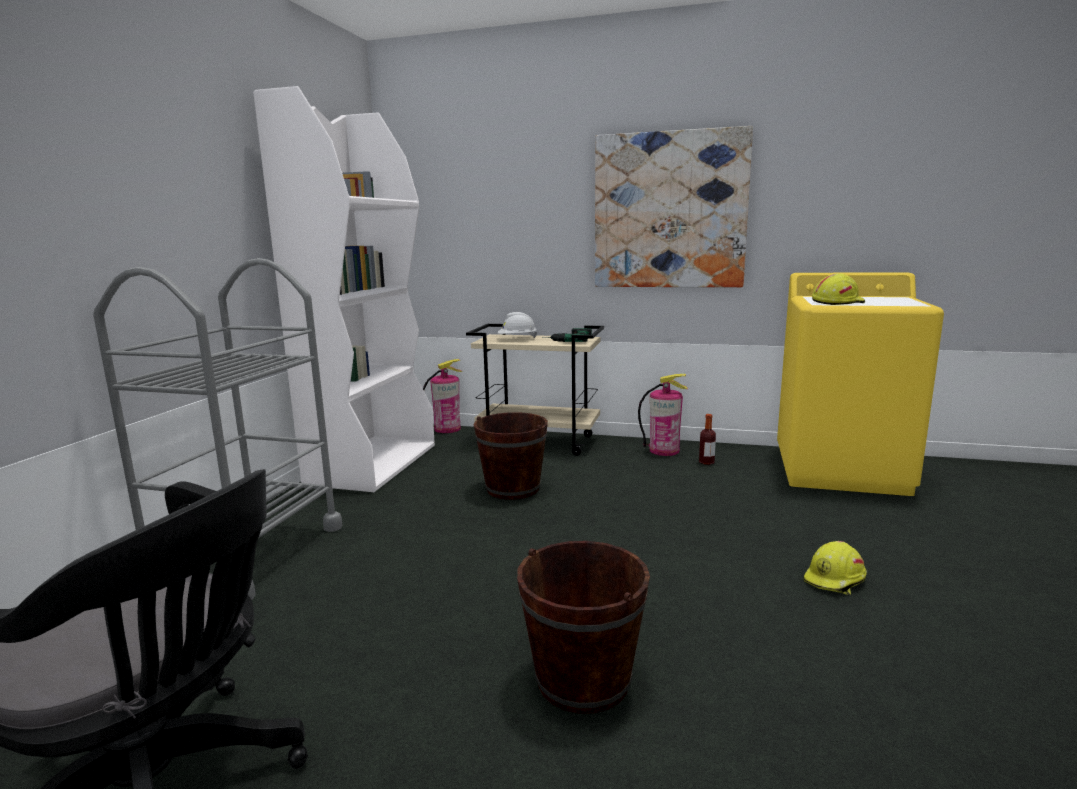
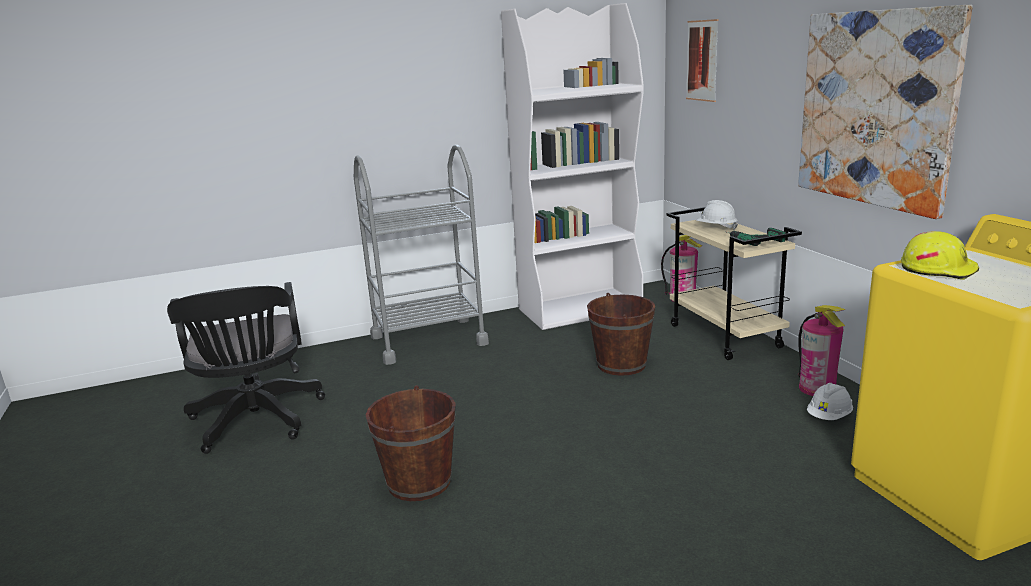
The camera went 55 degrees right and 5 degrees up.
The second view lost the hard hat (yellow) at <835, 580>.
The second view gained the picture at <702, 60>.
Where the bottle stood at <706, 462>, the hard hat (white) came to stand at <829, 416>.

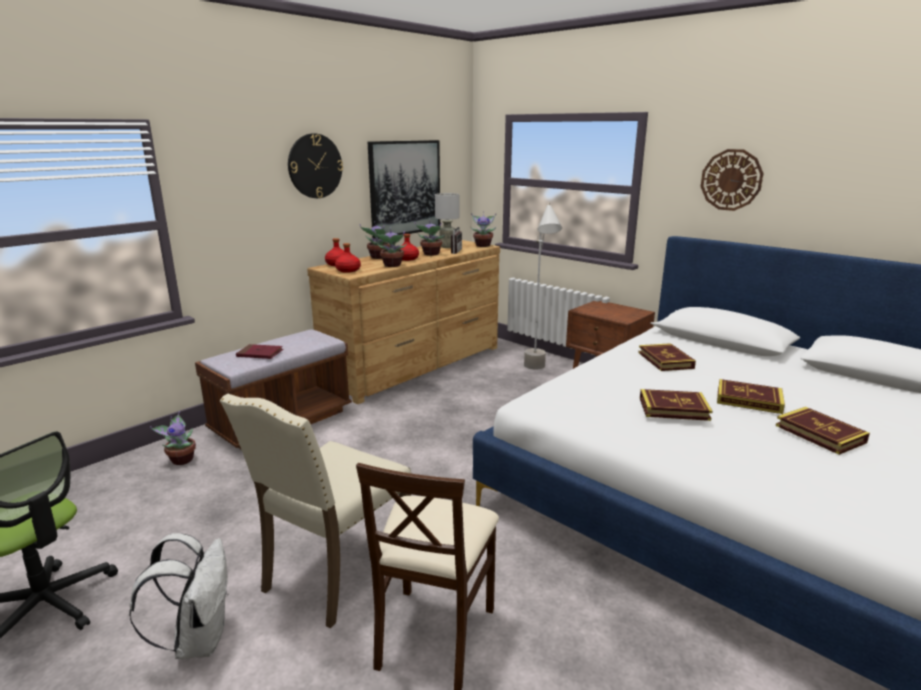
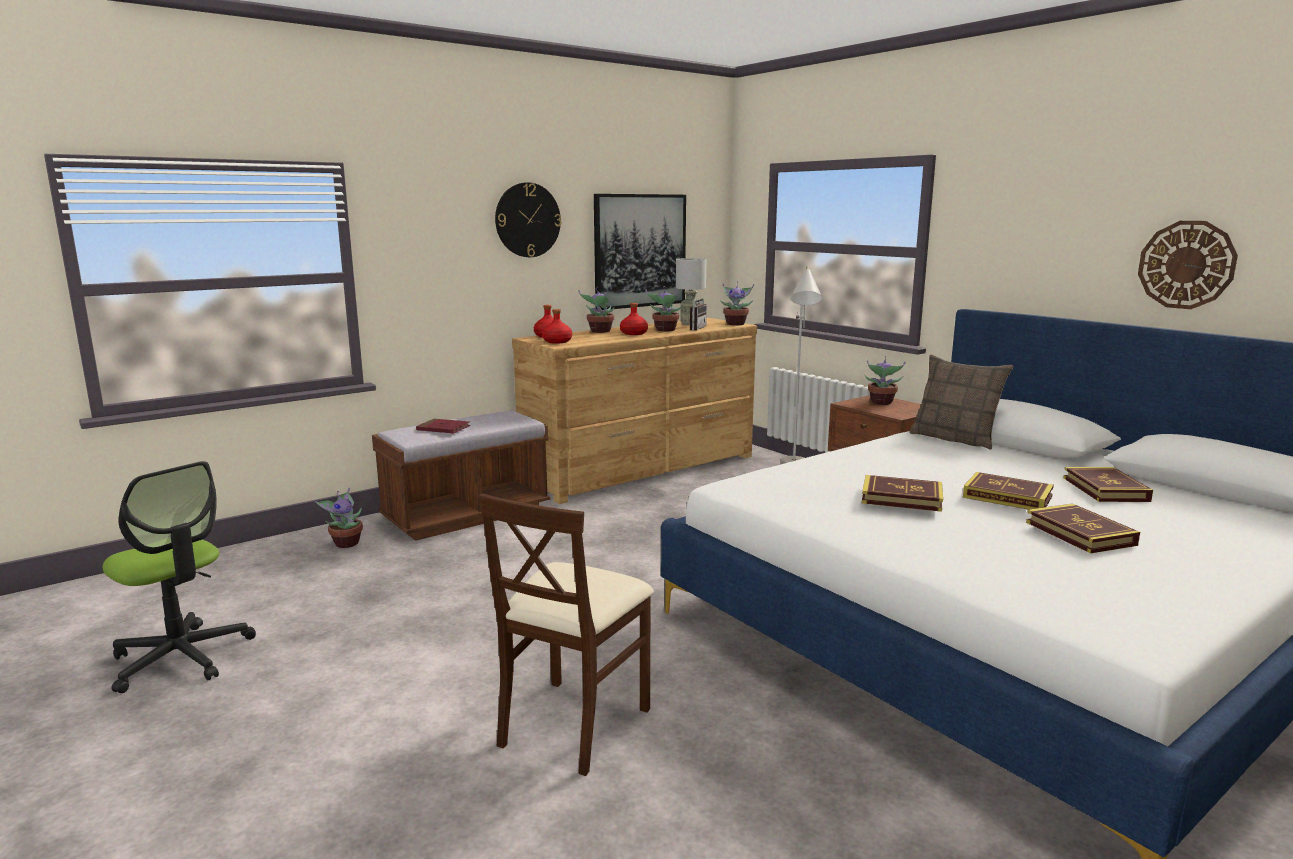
The camera went 10 degrees right and 5 degrees down.
The second view lost the backpack (white) at <199, 639>.
The second view lost the chair (beige) at <334, 573>.
The second view gained the pillow at <955, 439>.
The potted plant ended up elsewhere, having gone from <392, 265> to <881, 403>.
The book ended up elsewhere, having gone from <665, 360> to <1105, 489>.
The wall clock ended up elsewhere, having gone from <731, 180> to <1186, 265>.

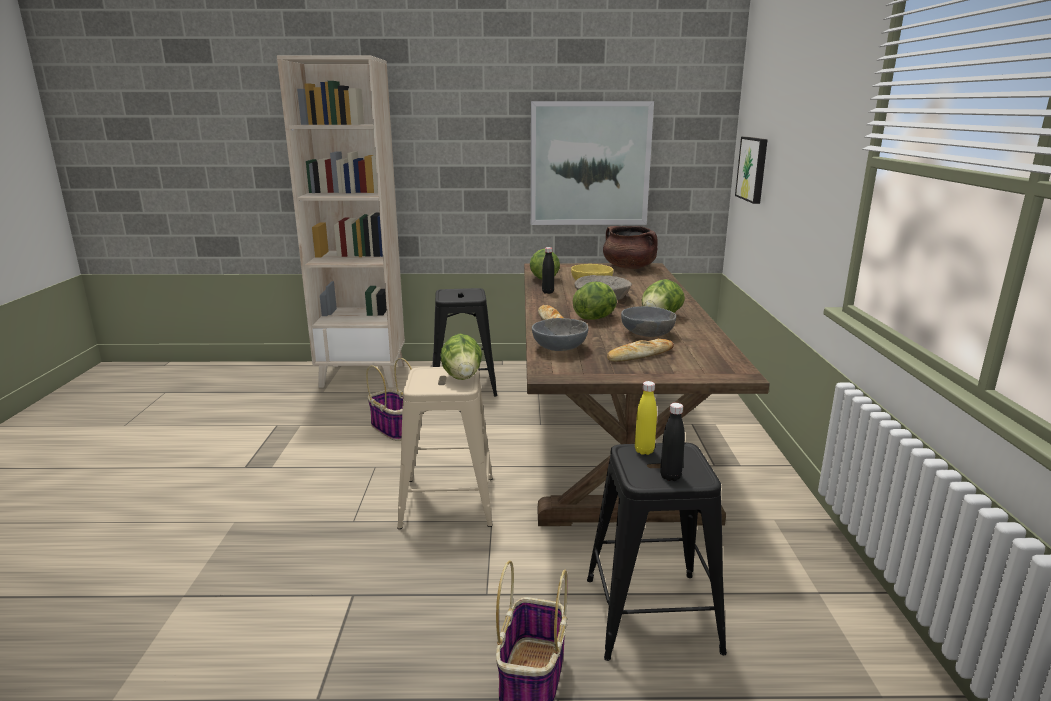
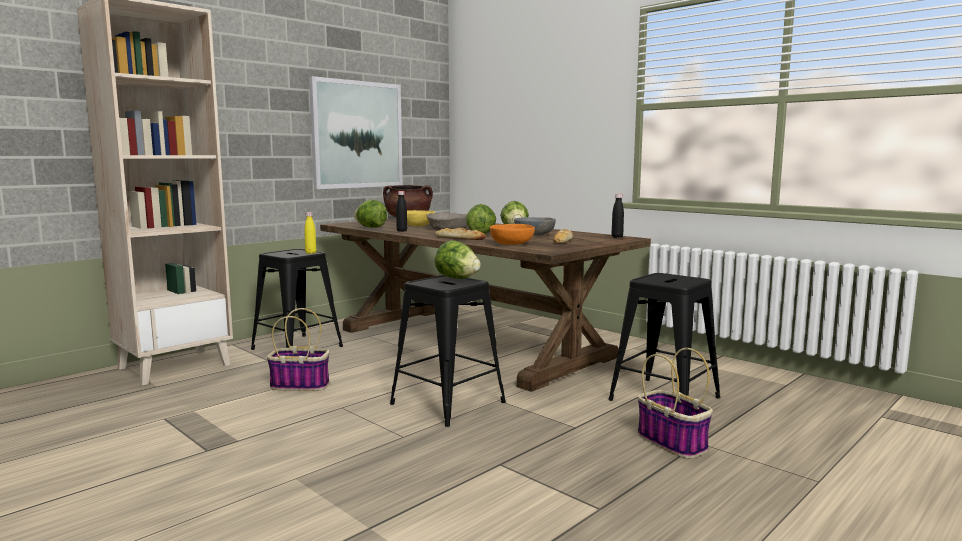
The camera went 45 degrees left and 10 degrees down.
The second view lost the picture at <753, 169>.
The bottle (yellow) ended up elsewhere, having gone from <644, 451> to <310, 253>.
The bottle (black) ended up elsewhere, having gone from <670, 477> to <617, 237>.
What was the stool (beige) at <448, 502> turned into the stool (black) at <448, 403>.
What was the bowl (grey) at <559, 348> turned into the bowl (orange) at <511, 244>.

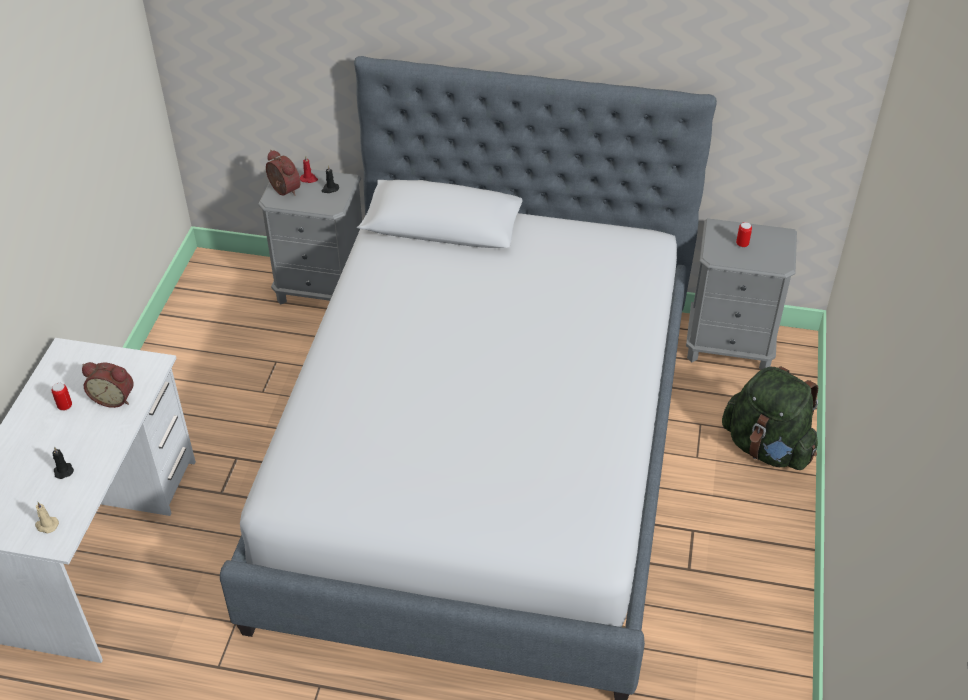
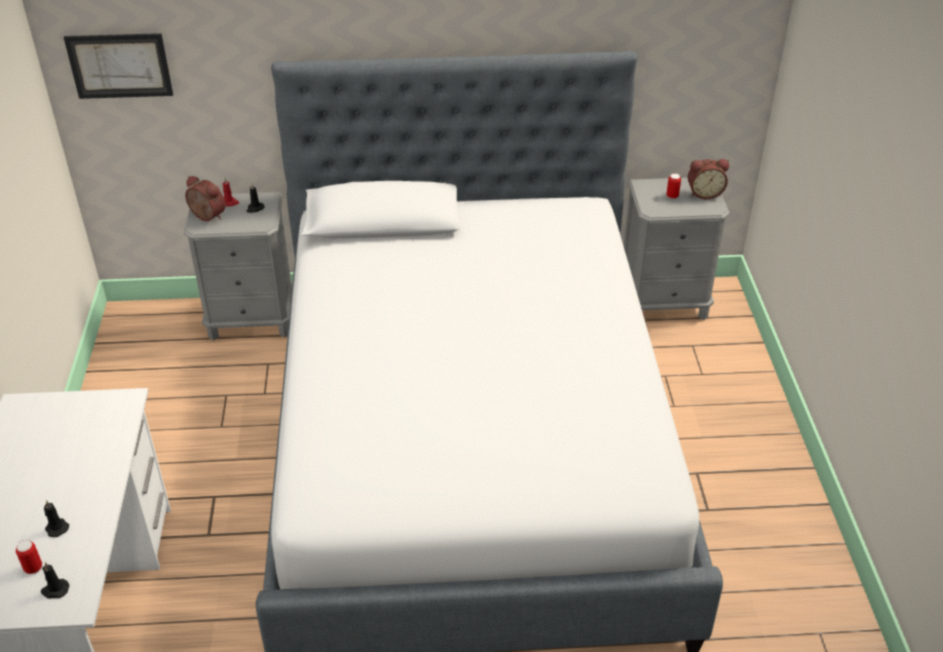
The camera went 15 degrees left and 5 degrees down.
The second view lost the backpack (green) at <767, 447>.
The second view gained the picture at <120, 65>.
The can ended up elsewhere, having gone from <65, 406> to <33, 568>.
The alarm clock ended up elsewhere, having gone from <114, 397> to <704, 193>.
What was the candle (beige) at <46, 525> turned into the candle (black) at <55, 590>.

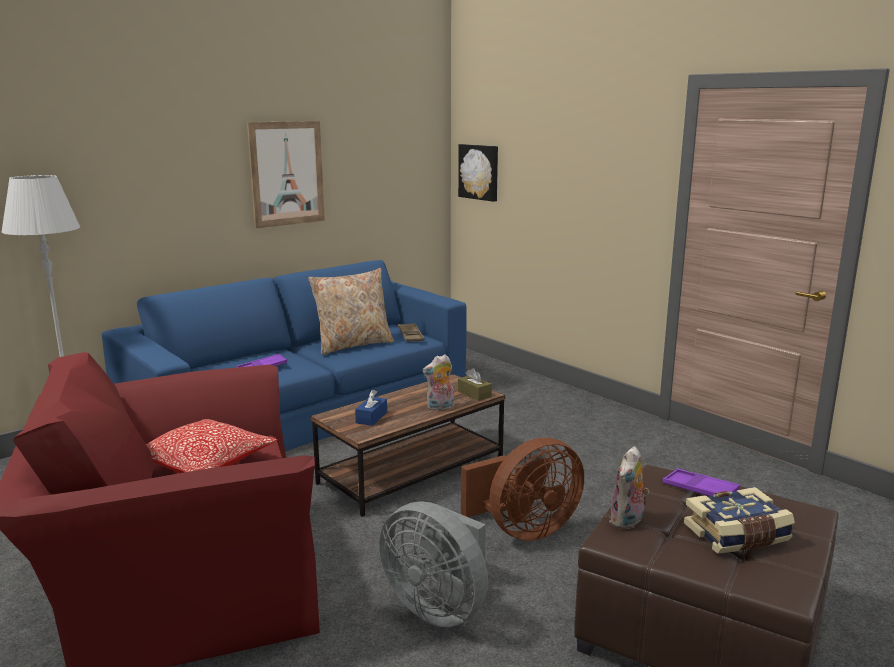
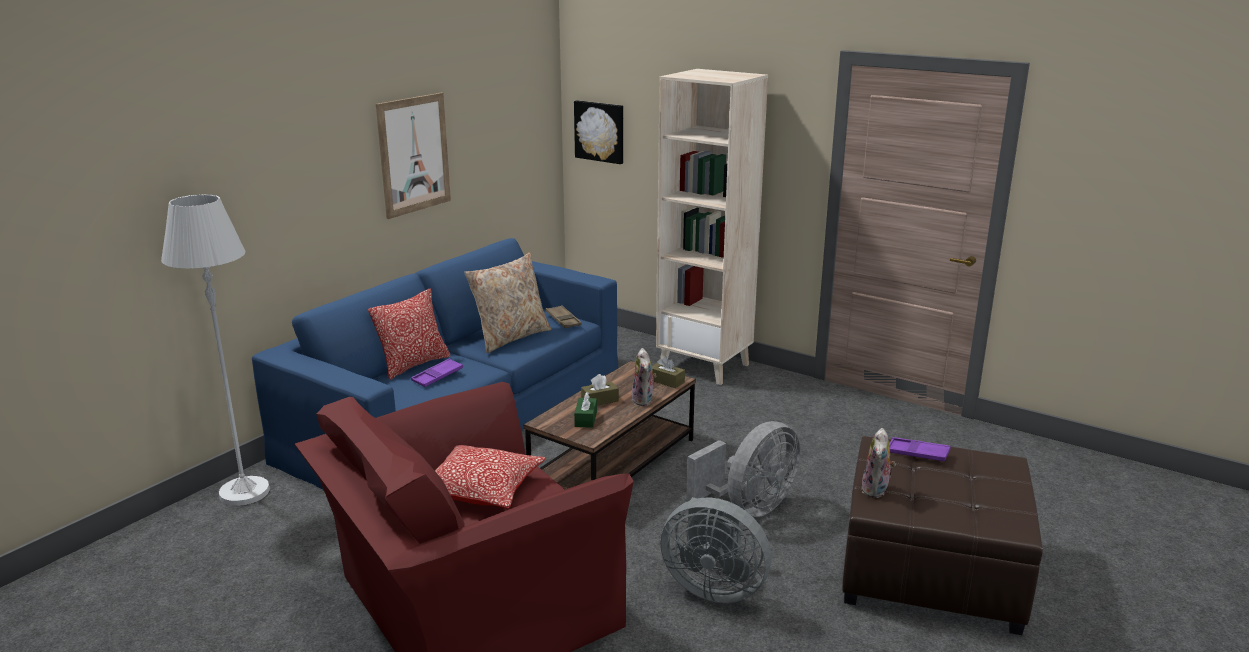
The camera went 15 degrees left and 5 degrees up.
The second view lost the book at <737, 535>.
The second view gained the pillow at <413, 365>.
The second view gained the tissue box (brown) at <599, 400>.
The second view gained the bookcase (beige) at <705, 366>.
What was the tissue box (blue) at <371, 418> turned into the tissue box (green) at <586, 419>.
What was the fan (brown) at <524, 530> turned into the fan (grey) at <749, 507>.
The plush toy at <440, 408> ended up facing another way, 60 degrees counterclockwise from before.

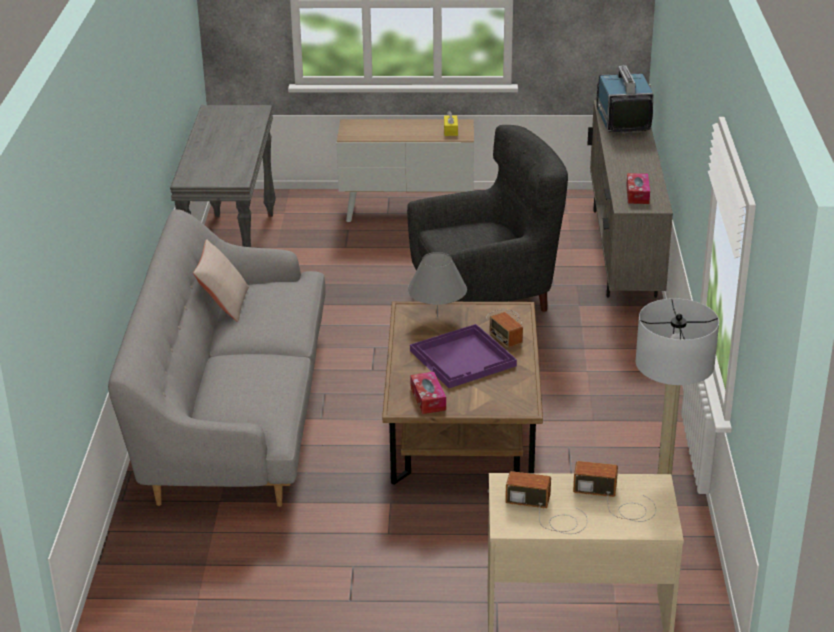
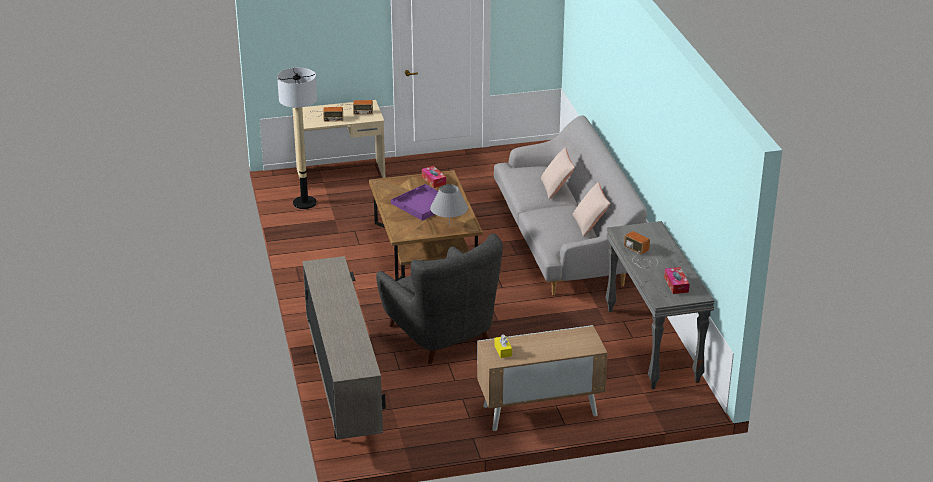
The camera went 165 degrees right and 0 degrees up.
The second view lost the television at <622, 121>.
The second view gained the pillow (beige) at <556, 188>.
The radio ended up elsewhere, having gone from <506, 327> to <640, 256>.
The tissue box ended up elsewhere, having gone from <637, 194> to <676, 284>.
The armchair (grey) at <486, 296> ended up facing another way, 90 degrees counterclockwise from before.

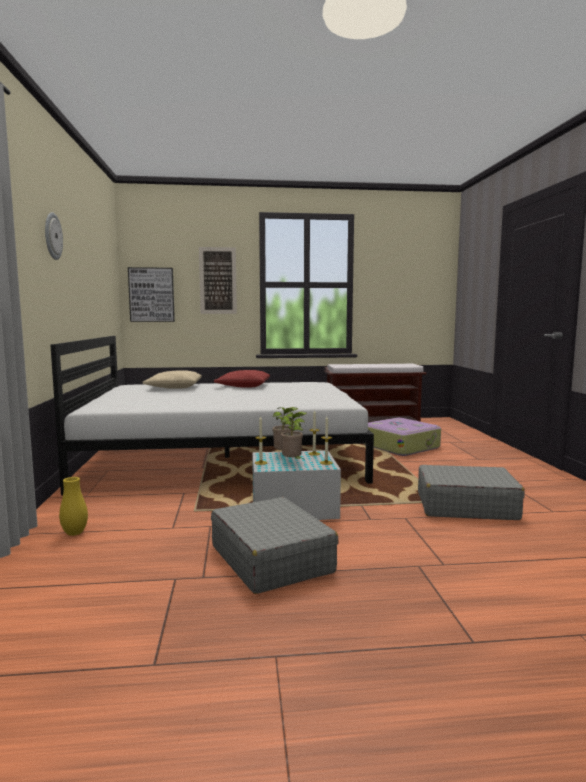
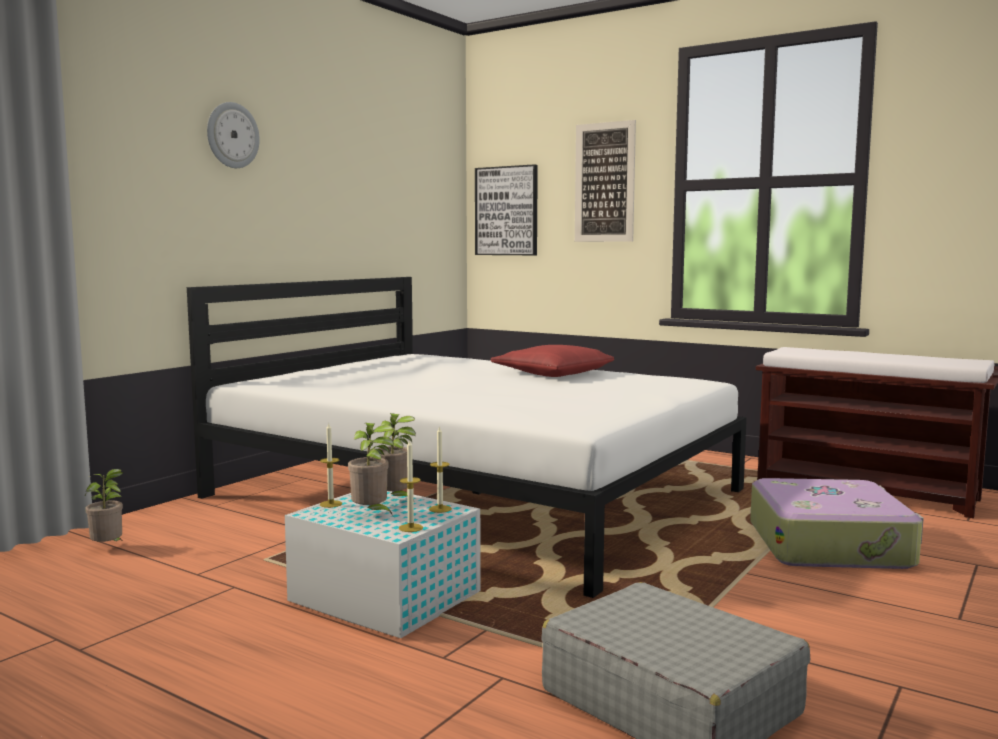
The camera went 40 degrees right and 0 degrees up.
The second view lost the pillow (beige) at <173, 387>.
The second view lost the suitcase (grey) at <271, 558>.
Where the vase (yellow) stood at <74, 533>, the potted plant came to stand at <109, 548>.

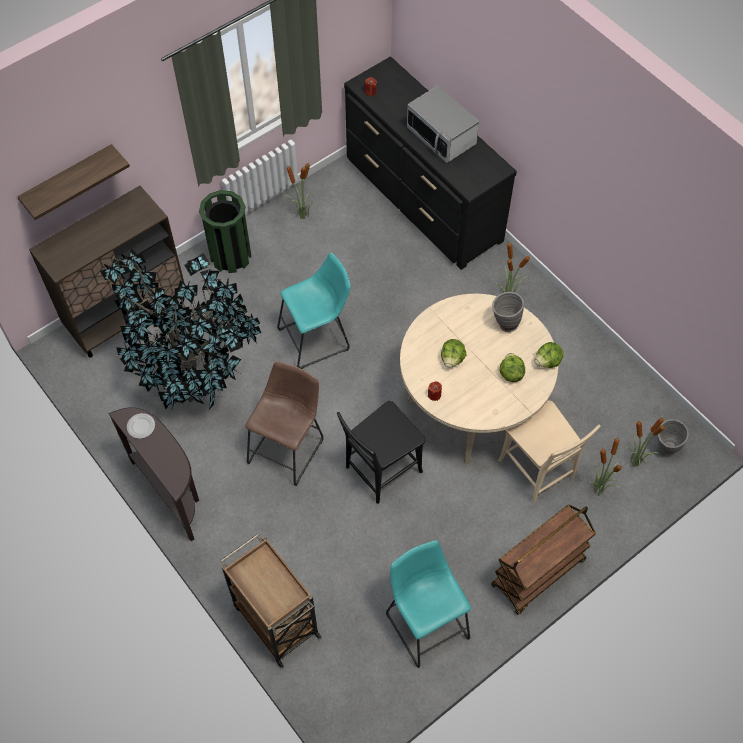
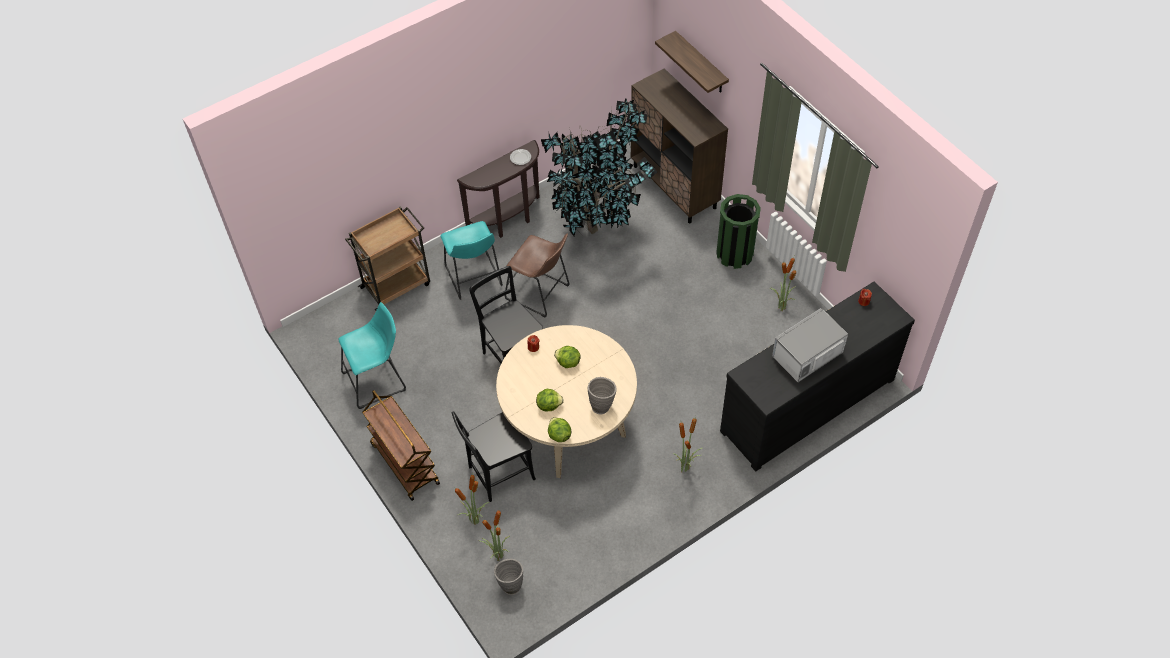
The camera went 95 degrees right and 5 degrees down.
The stool (turquoise) ended up elsewhere, having gone from <317, 338> to <474, 278>.
What was the chair (beige) at <538, 472> turned into the chair (black) at <498, 474>.

